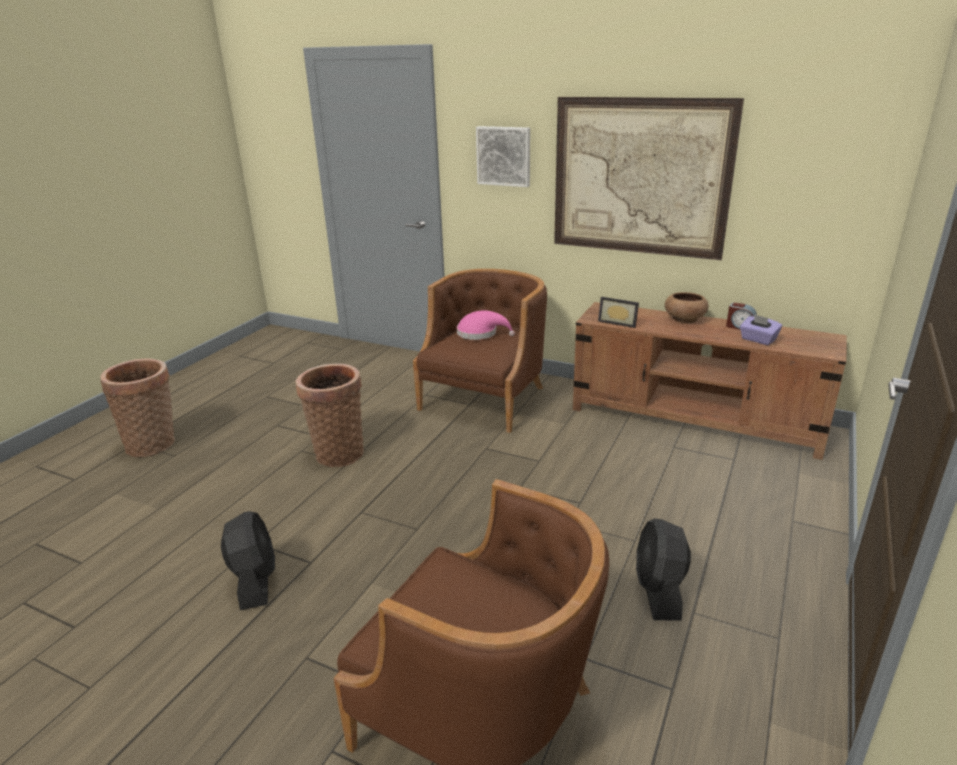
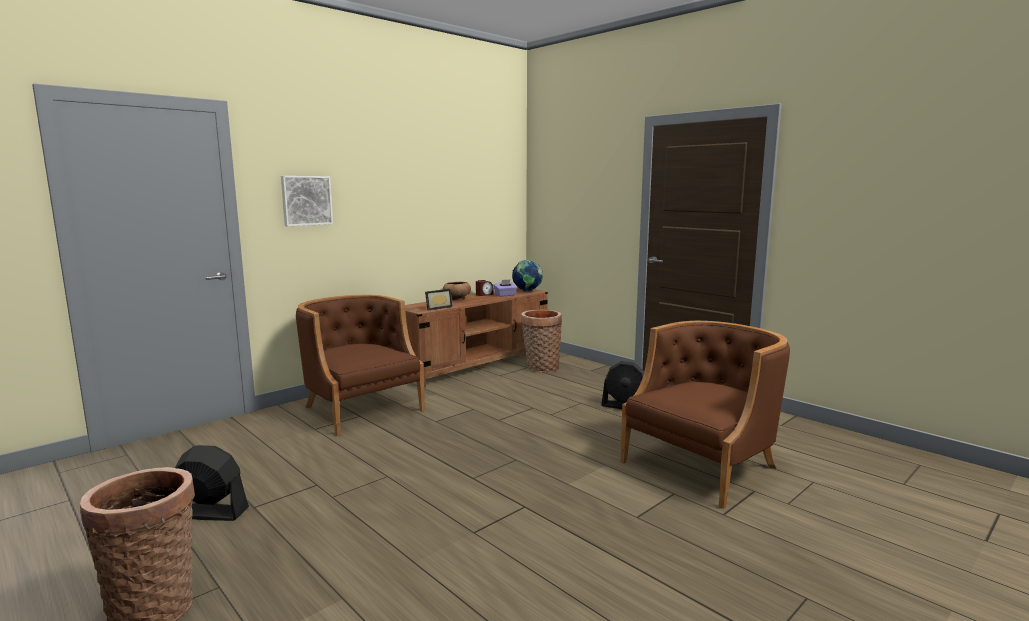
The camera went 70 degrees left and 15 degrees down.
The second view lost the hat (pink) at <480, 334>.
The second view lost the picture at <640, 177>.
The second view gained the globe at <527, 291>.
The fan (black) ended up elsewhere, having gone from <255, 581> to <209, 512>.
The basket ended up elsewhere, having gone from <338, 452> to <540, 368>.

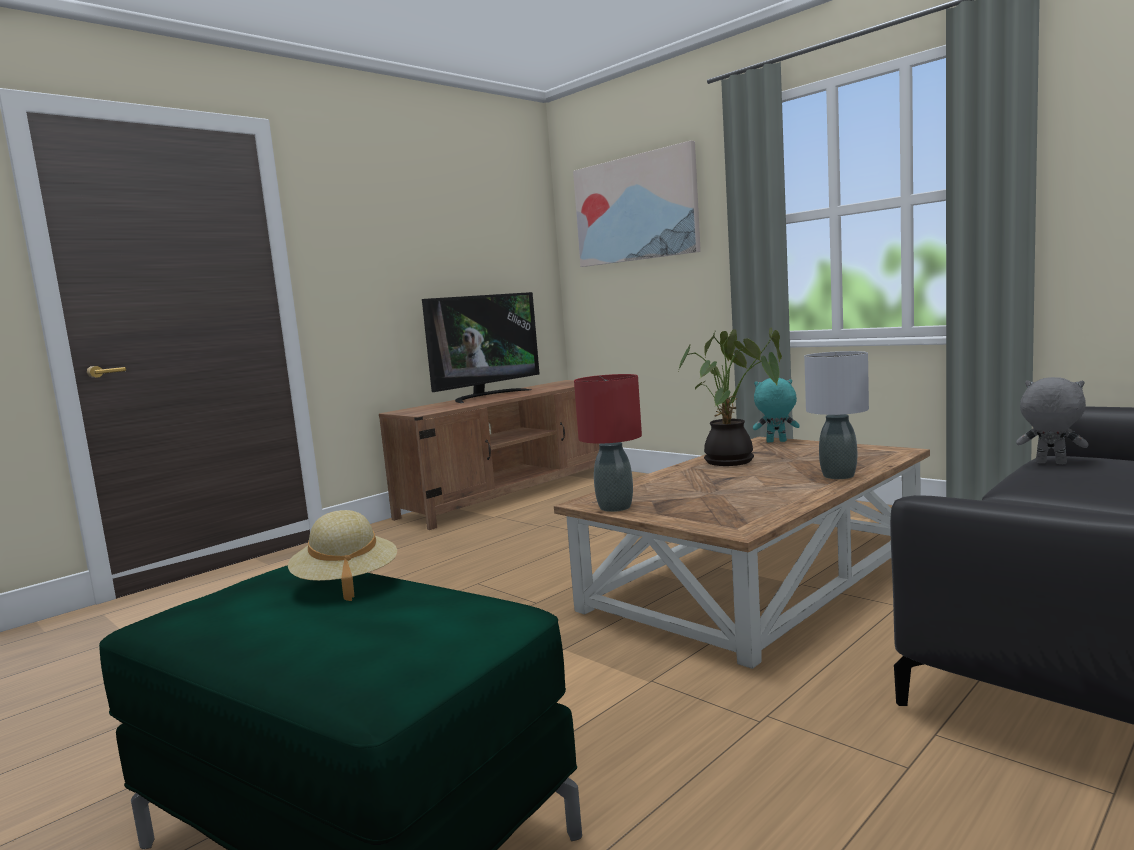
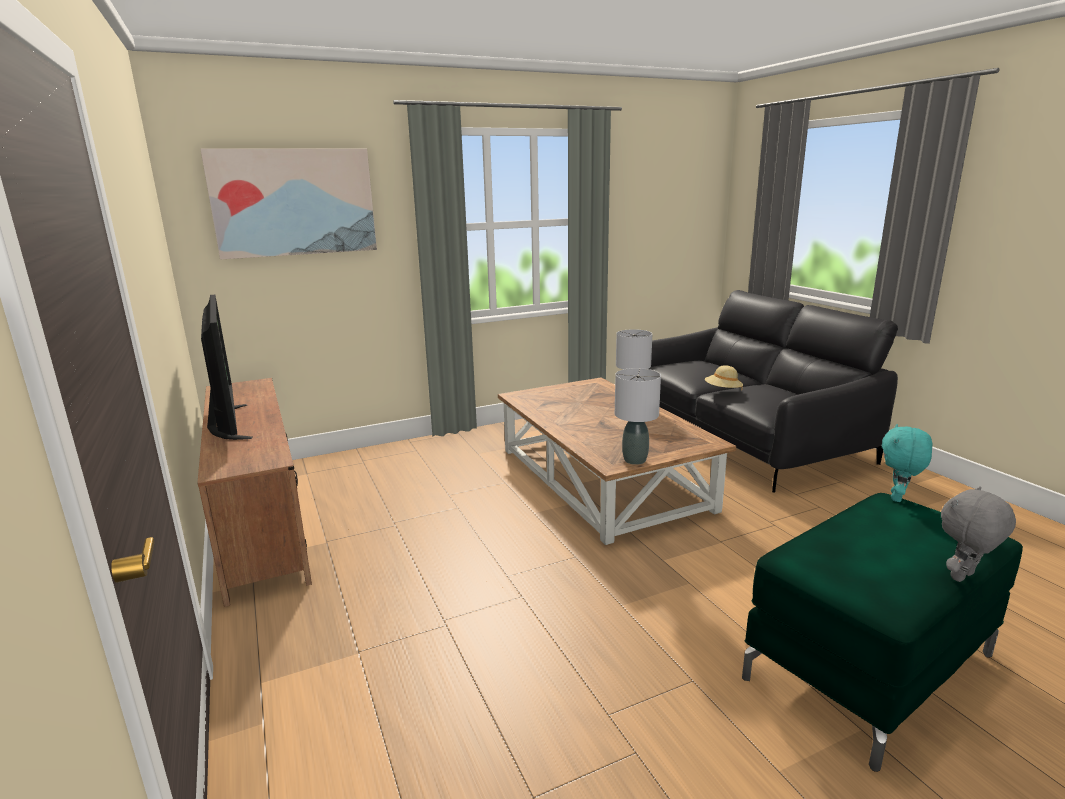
The camera went 70 degrees left and 10 degrees up.
The second view lost the potted plant at <733, 462>.
The hat (beige) ended up elsewhere, having gone from <346, 583> to <722, 391>.
The plush toy (turquoise) ended up elsewhere, having gone from <776, 442> to <898, 498>.
The plush toy (grey) ended up elsewhere, having gone from <1050, 463> to <964, 577>.
What was the table lamp (red) at <614, 507> turned into the table lamp (grey) at <634, 460>.

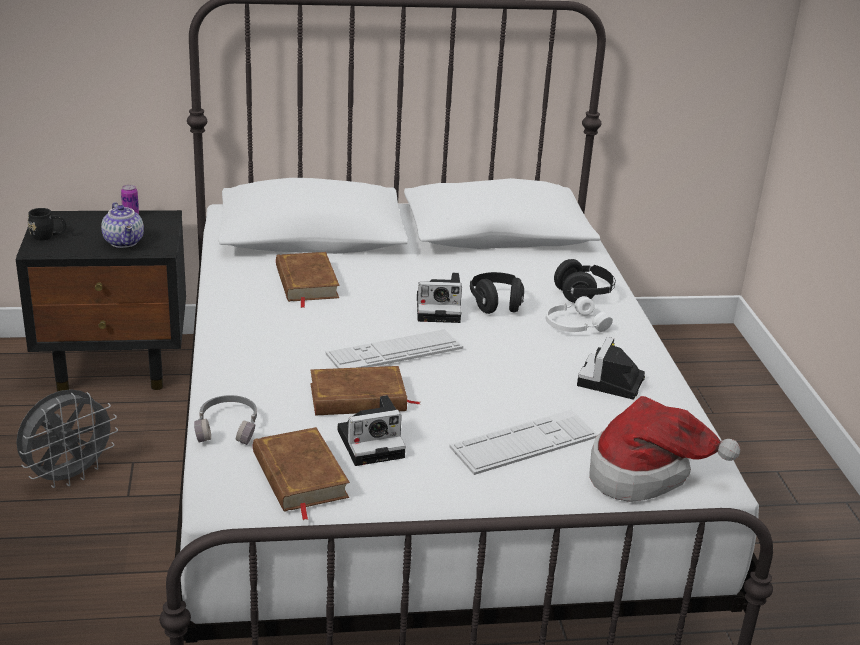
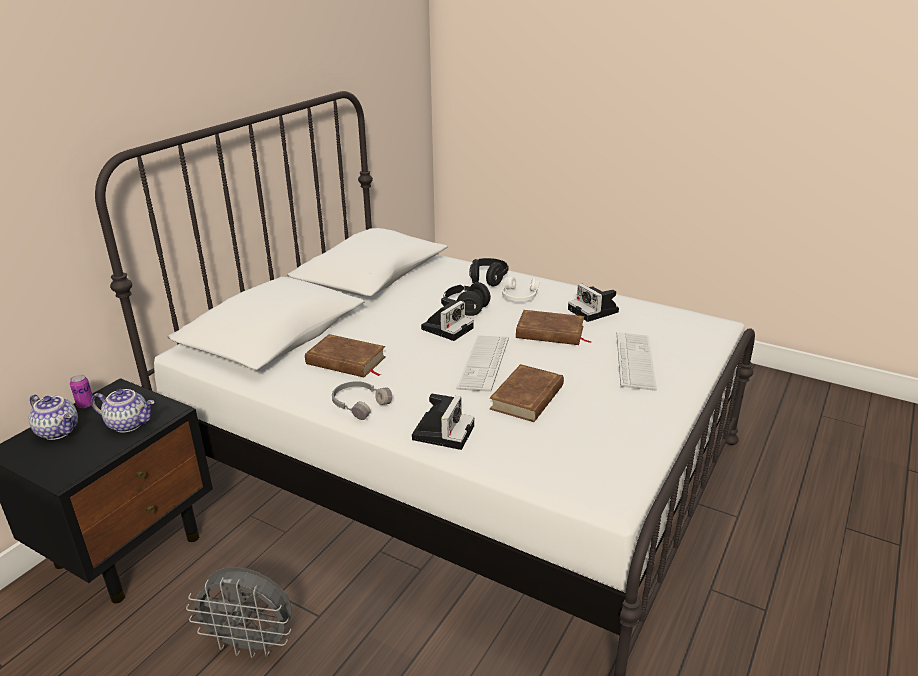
The camera went 50 degrees left and 0 degrees up.
The second view lost the mug (black) at <48, 236>.
The second view lost the hat at <645, 474>.
The second view gained the teapot at <59, 431>.
The headphones (grey) ended up elsewhere, having gone from <228, 427> to <359, 404>.
The book (brown) ended up elsewhere, having gone from <299, 476> to <550, 332>.
The photo camera ended up elsewhere, having gone from <373, 442> to <443, 431>.
The fan (grey) at <69, 476> ended up facing another way, 105 degrees clockwise from before.

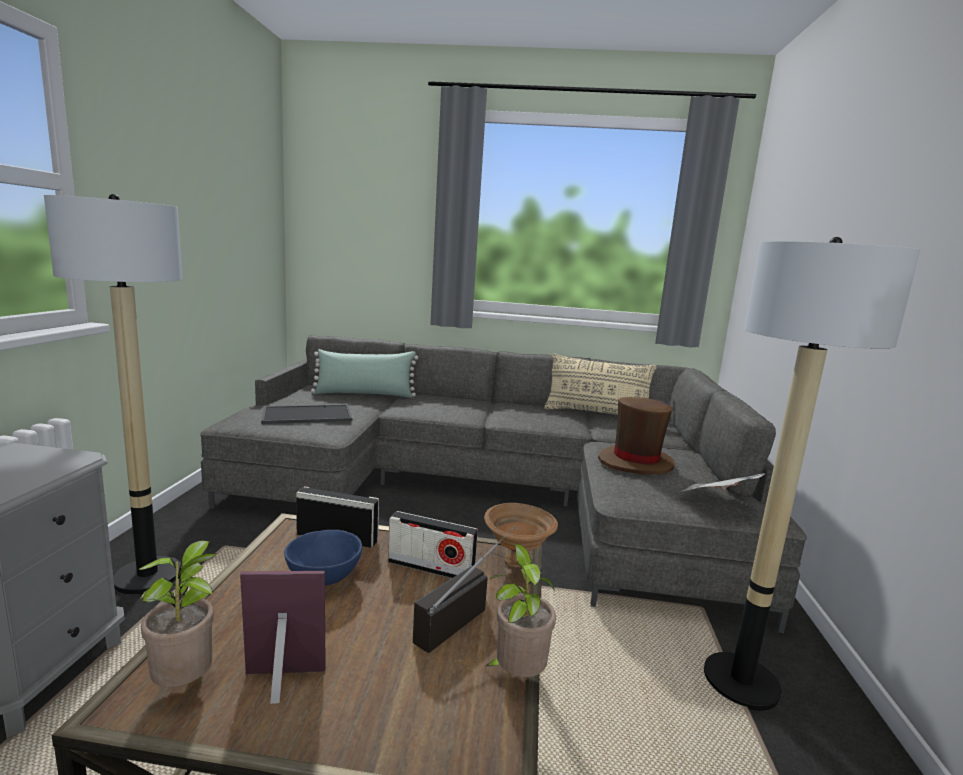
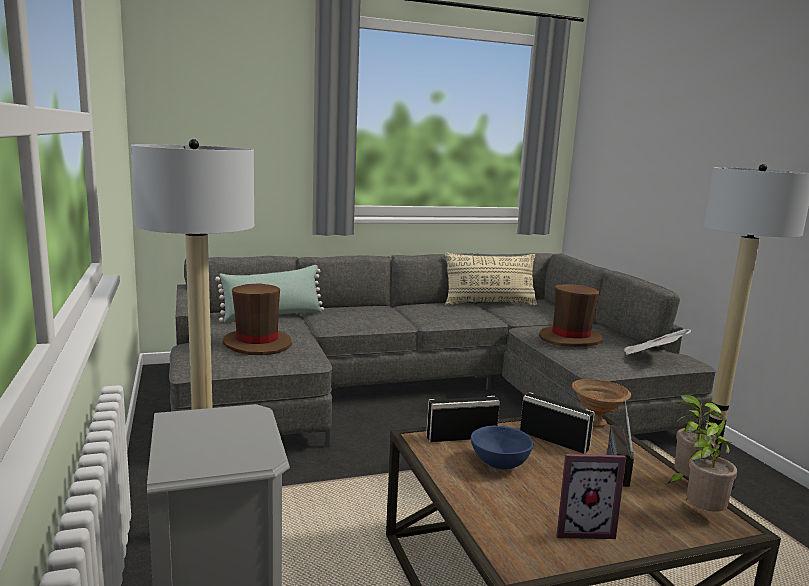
The camera went 25 degrees left and 0 degrees up.
The potted plant ended up elsewhere, having gone from <187, 684> to <702, 513>.
Where the tray stood at <308, 414>, the hat (brown) came to stand at <257, 344>.
The picture frame at <281, 686> ended up facing another way, 150 degrees counterclockwise from before.
The radio at <431, 568> ended up facing another way, 135 degrees counterclockwise from before.

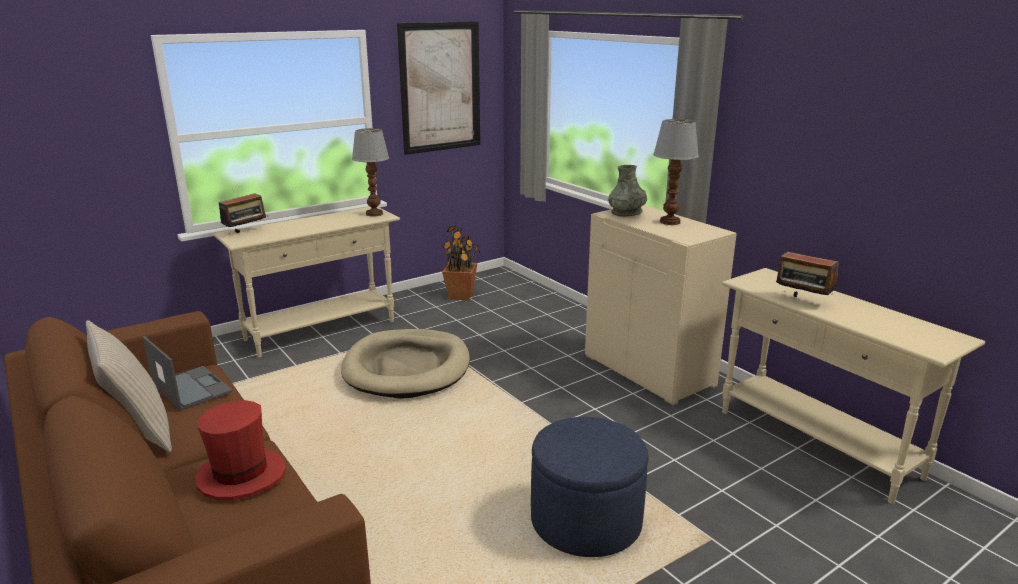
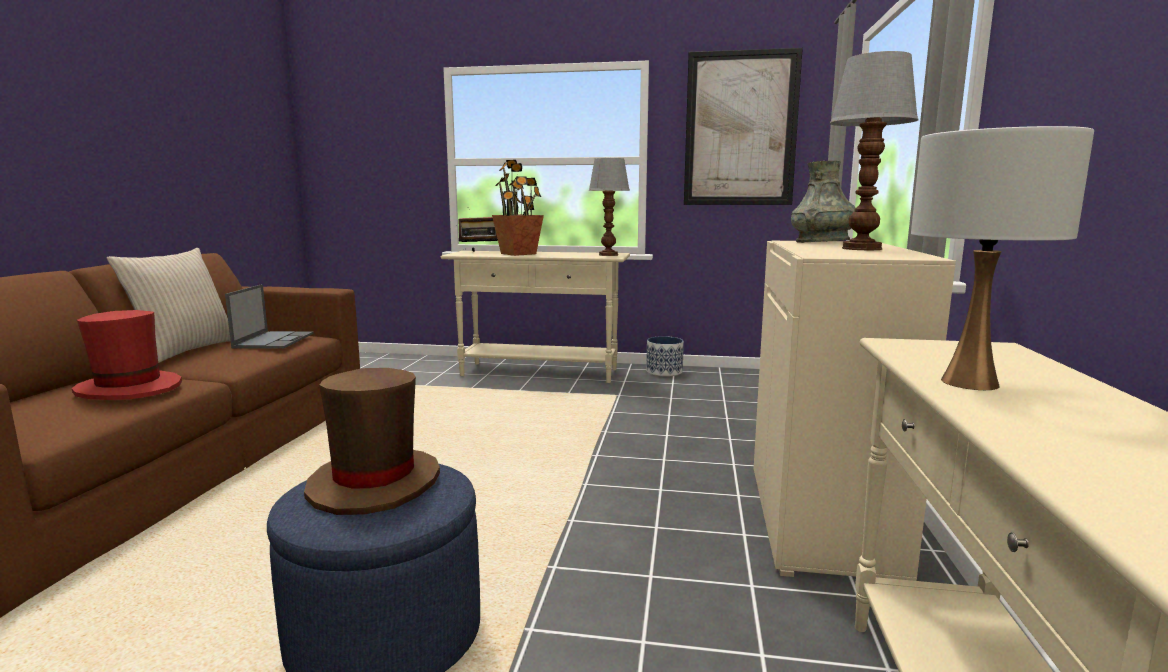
The camera went 45 degrees right and 10 degrees down.
The second view lost the dog bed (beige) at <407, 368>.
The second view gained the hat (brown) at <375, 483>.
The second view gained the planter at <664, 372>.
The potted plant ended up elsewhere, having gone from <461, 295> to <519, 254>.
Where the radio stood at <802, 301>, the table lamp (white) came to stand at <970, 383>.

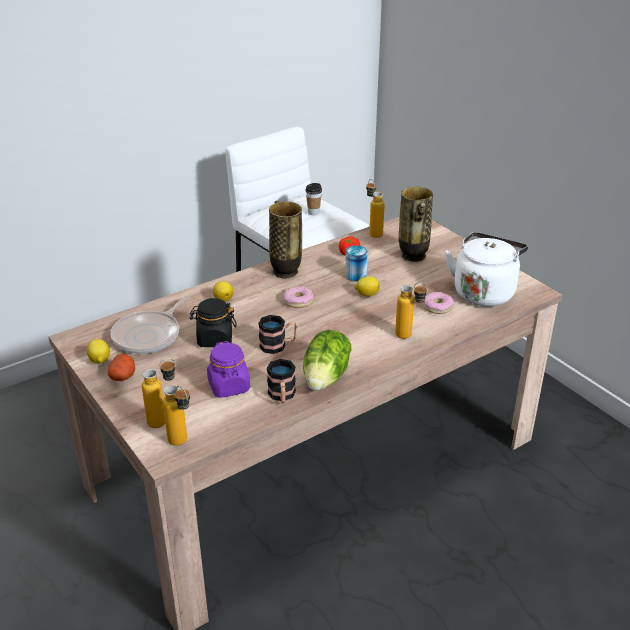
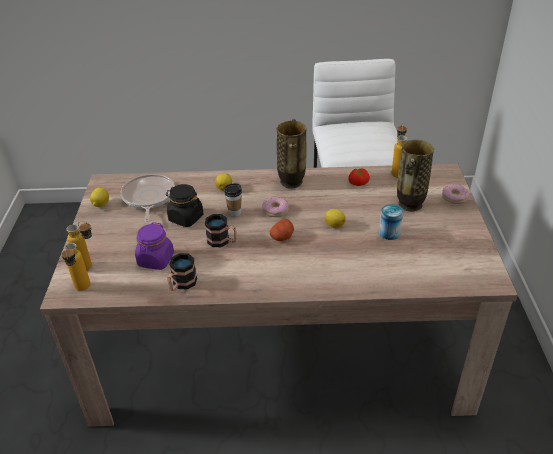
The camera went 35 degrees right and 5 degrees up.
The second view lost the lettuce at <327, 377>.
The second view lost the bottle at <409, 337>.
The second view lost the kettle (white) at <484, 292>.
The potato ended up elsewhere, having gone from <123, 376> to <282, 237>.
The cup ended up elsewhere, having gone from <313, 212> to <234, 213>.
The can ended up elsewhere, having gone from <355, 275> to <389, 233>.
The donut ended up elsewhere, having gone from <437, 307> to <454, 197>.
The frying pan at <149, 335> ended up facing another way, 105 degrees clockwise from before.

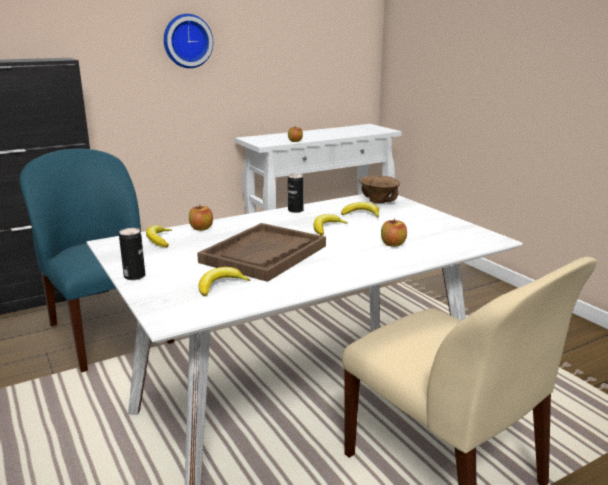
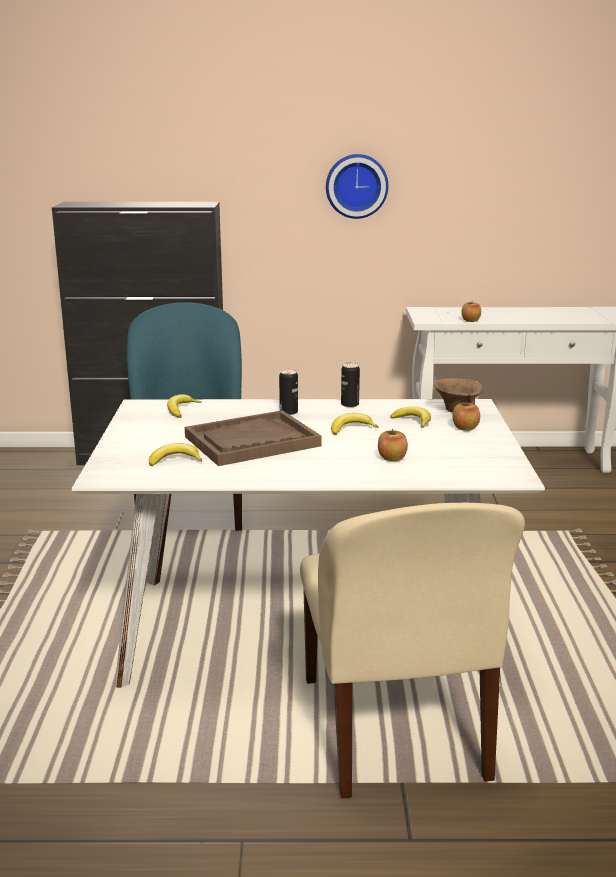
The camera went 30 degrees right and 0 degrees up.
The can ended up elsewhere, having gone from <134, 276> to <288, 412>.
The apple ended up elsewhere, having gone from <201, 228> to <465, 428>.

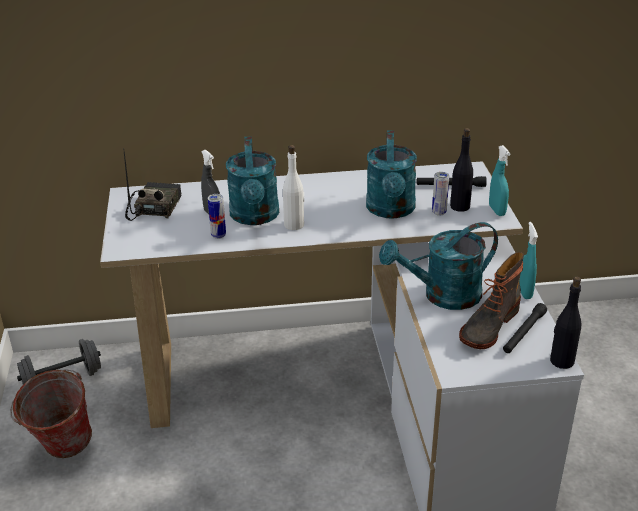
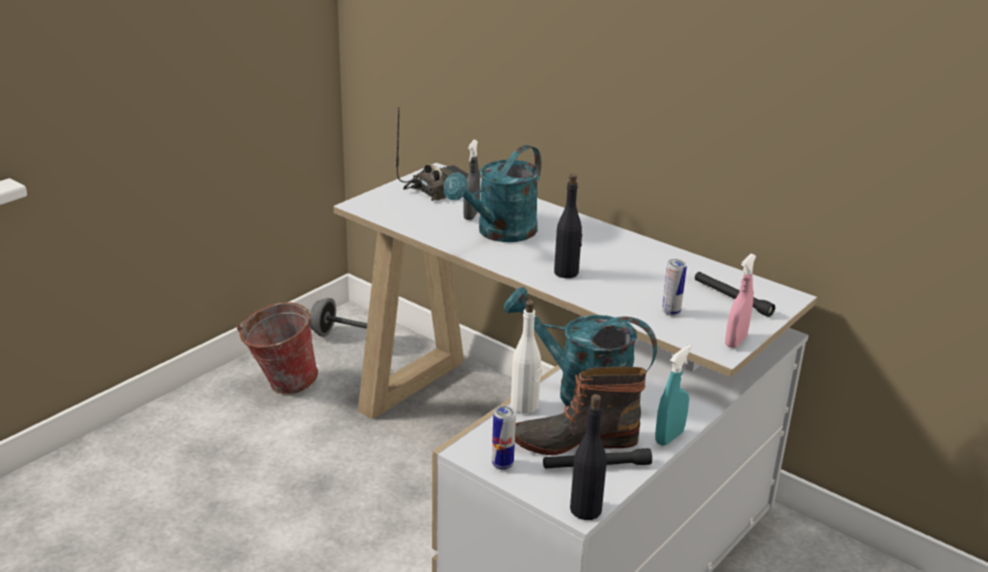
The camera went 45 degrees right and 5 degrees down.
The second view lost the watering can (turquoise) at <391, 210>.
The can ended up elsewhere, having gone from <218, 235> to <502, 464>.
The bottle (white) ended up elsewhere, having gone from <294, 225> to <524, 406>.
The bottle (black) ended up elsewhere, having gone from <460, 206> to <566, 273>.
What was the spray bottle (turquoise) at <497, 210> turned into the spray bottle (pink) at <735, 341>.

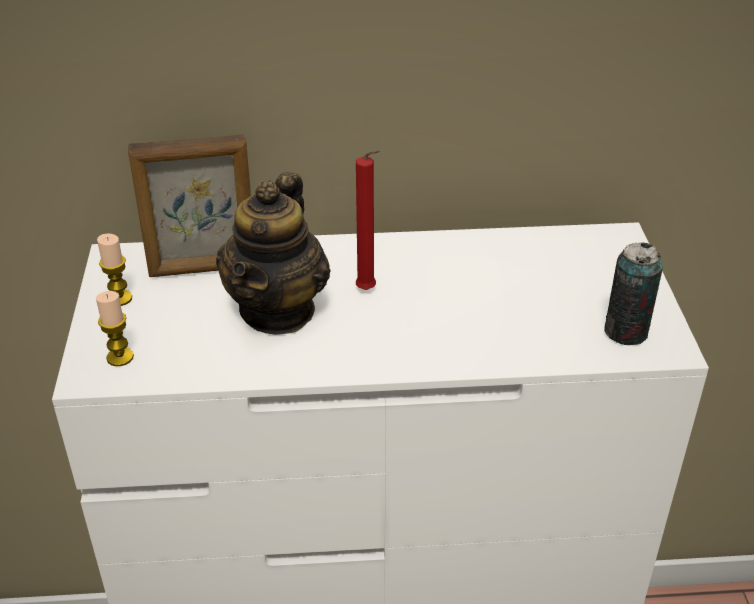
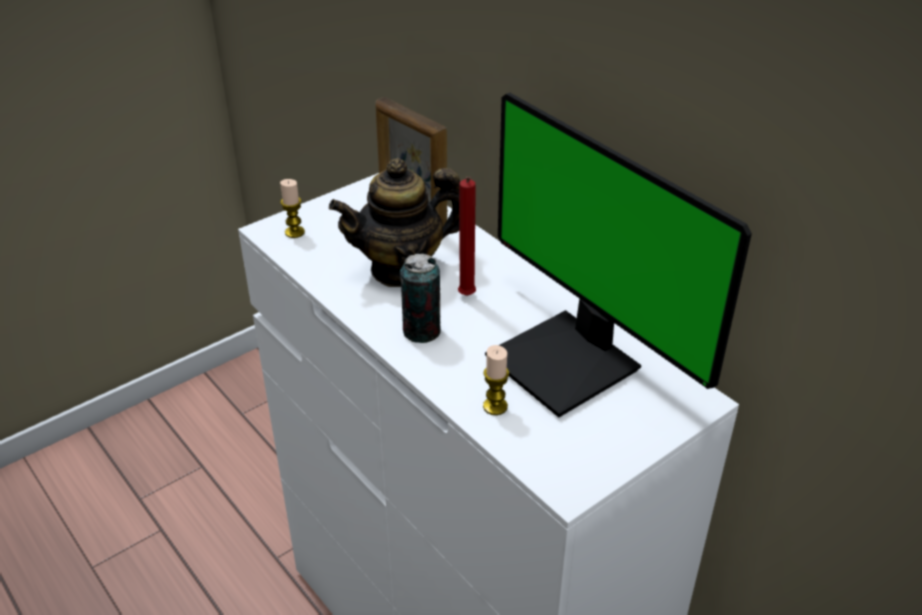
The camera went 55 degrees right and 0 degrees up.
The second view gained the monitor at <569, 362>.
The candle ended up elsewhere, having gone from <119, 298> to <495, 406>.
The can ended up elsewhere, having gone from <626, 332> to <421, 331>.

